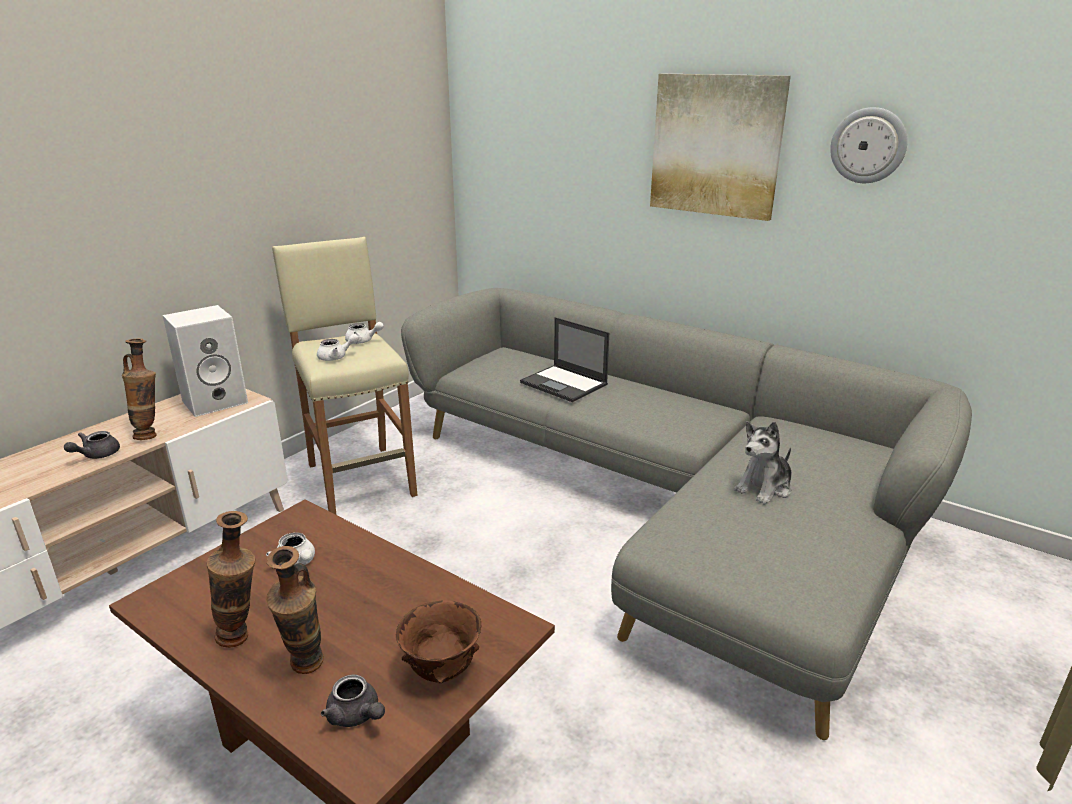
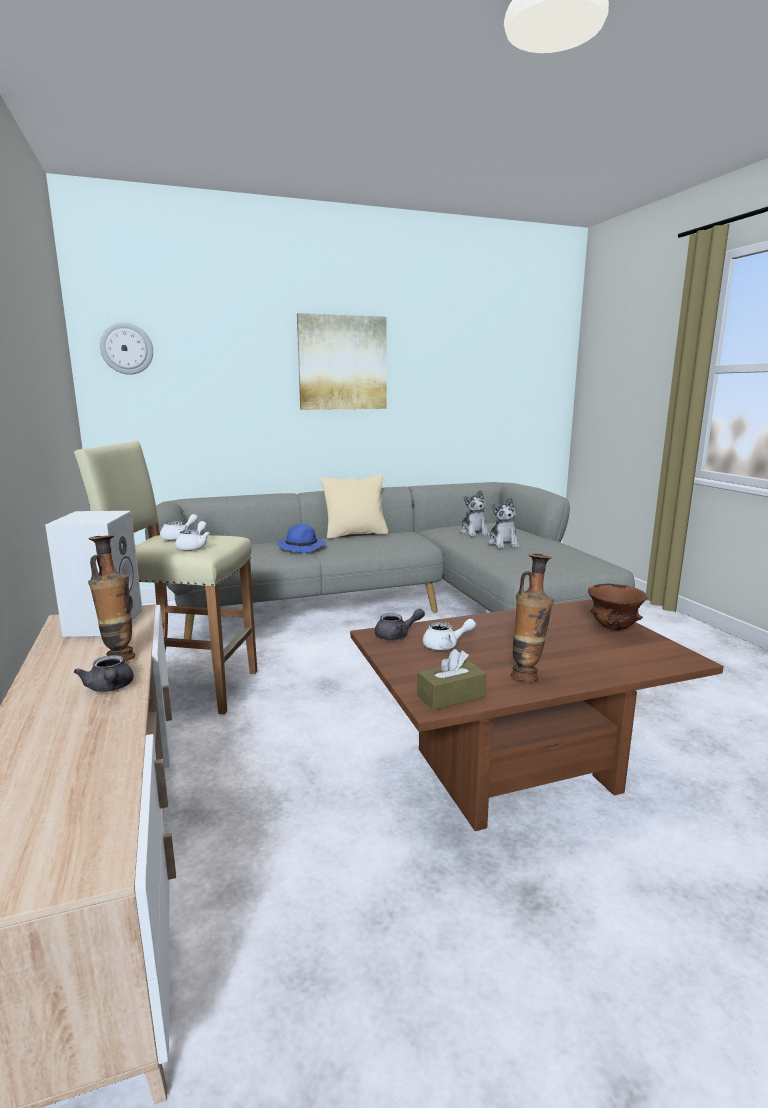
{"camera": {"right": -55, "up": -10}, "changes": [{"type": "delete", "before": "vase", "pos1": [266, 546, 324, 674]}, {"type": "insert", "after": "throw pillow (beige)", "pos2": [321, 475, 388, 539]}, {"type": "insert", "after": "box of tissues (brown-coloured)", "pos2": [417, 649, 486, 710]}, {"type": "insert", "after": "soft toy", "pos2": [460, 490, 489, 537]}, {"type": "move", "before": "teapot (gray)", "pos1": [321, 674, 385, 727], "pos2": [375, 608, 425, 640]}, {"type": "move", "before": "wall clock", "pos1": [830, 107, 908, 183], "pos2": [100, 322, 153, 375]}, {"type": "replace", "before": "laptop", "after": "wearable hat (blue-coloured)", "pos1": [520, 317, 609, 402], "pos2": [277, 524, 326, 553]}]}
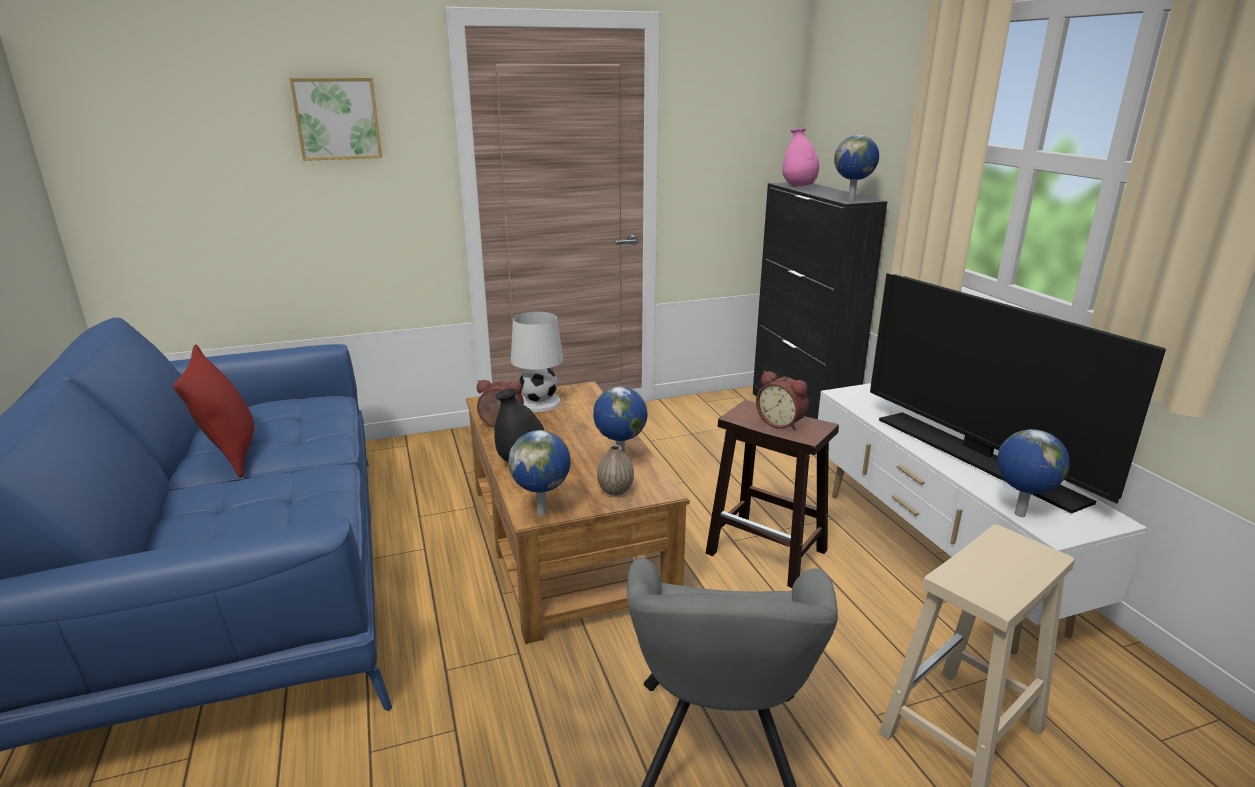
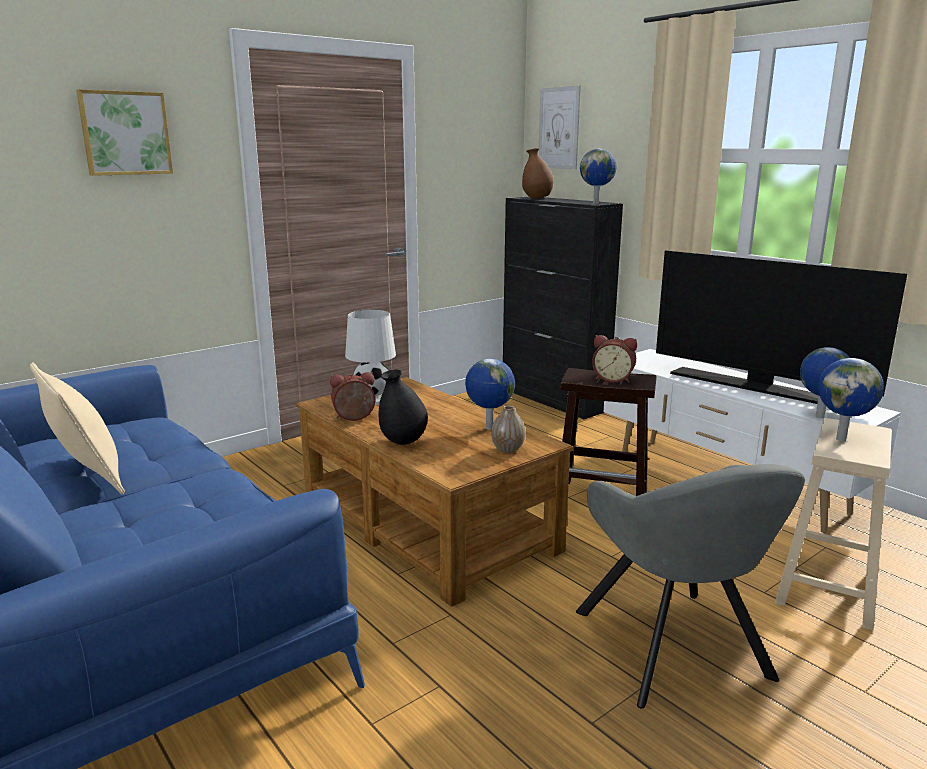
{"camera": {"right": -20, "up": -5}, "changes": [{"type": "insert", "after": "wall art", "pos2": [538, 86, 581, 169]}, {"type": "move", "before": "globe", "pos1": [508, 430, 570, 515], "pos2": [818, 358, 884, 441]}, {"type": "recolor", "before": "throw pillow (red-coloured)", "after": "throw pillow (beige)", "pos1": [173, 344, 255, 478], "pos2": [30, 362, 125, 495]}, {"type": "recolor", "before": "vase (pink-coloured)", "after": "vase (brown-coloured)", "pos1": [782, 128, 819, 187], "pos2": [522, 148, 553, 199]}]}
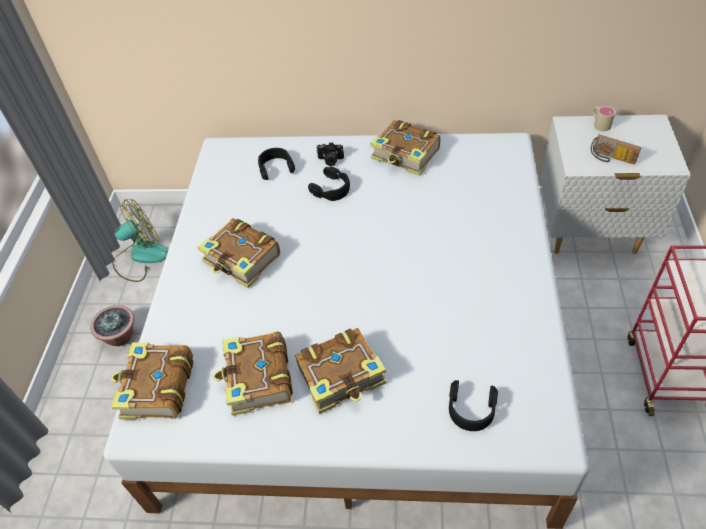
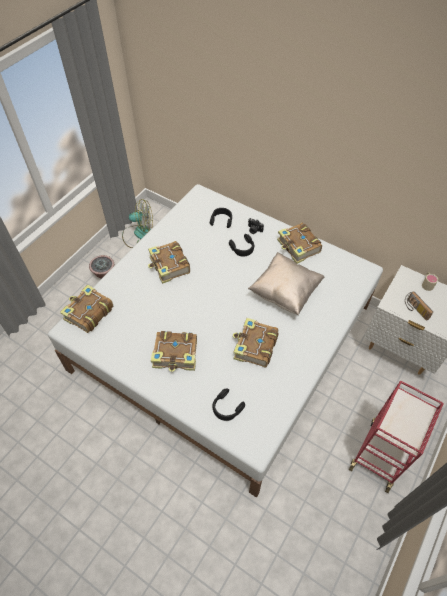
{"camera": {"right": 25, "up": 5}, "changes": [{"type": "insert", "after": "throw pillow (beige)", "pos2": [248, 252, 325, 315]}, {"type": "move", "before": "book", "pos1": [213, 331, 293, 416], "pos2": [233, 318, 278, 367]}]}
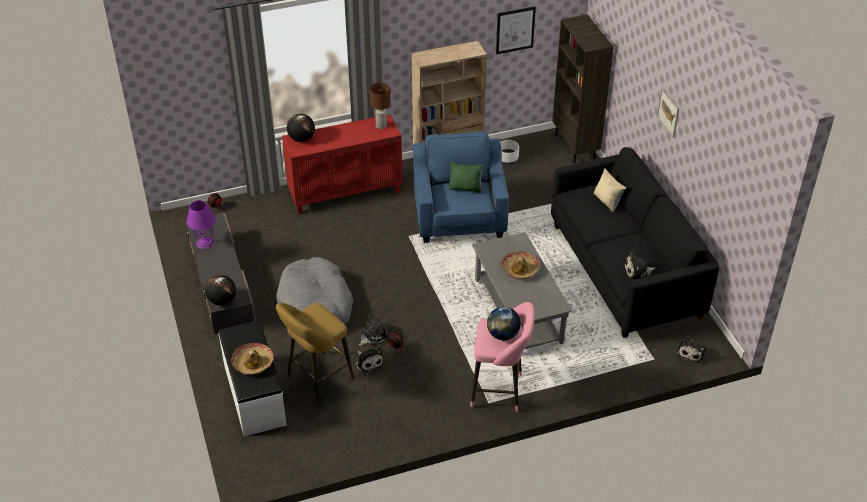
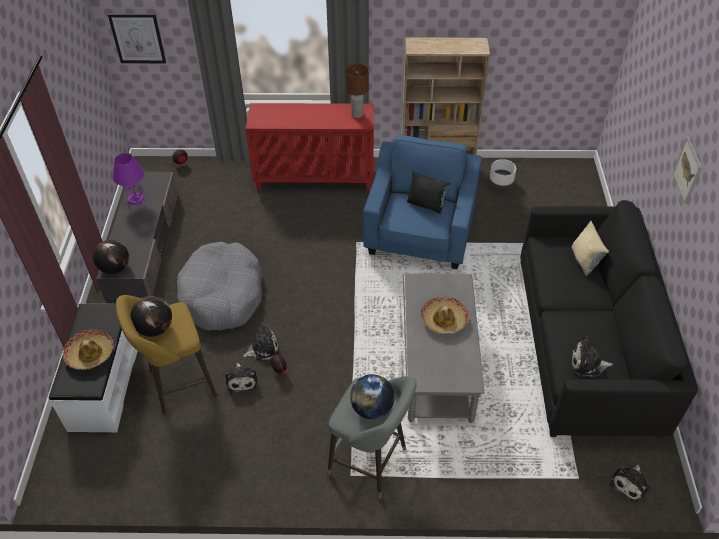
{"camera": {"right": 20, "up": 5}, "changes": [{"type": "delete", "before": "bookcase (brown-coloured)", "pos1": [552, 14, 613, 163]}, {"type": "move", "before": "globe", "pos1": [287, 114, 315, 142], "pos2": [130, 296, 172, 337]}, {"type": "move", "before": "wall art", "pos1": [496, 6, 536, 54], "pos2": [108, 13, 166, 63]}, {"type": "recolor", "before": "throw pillow (green)", "after": "throw pillow (black)", "pos1": [449, 162, 484, 193], "pos2": [407, 171, 450, 214]}, {"type": "recolor", "before": "stool (pink-coloured)", "after": "stool (gray)", "pos1": [470, 302, 535, 412], "pos2": [327, 376, 417, 499]}]}
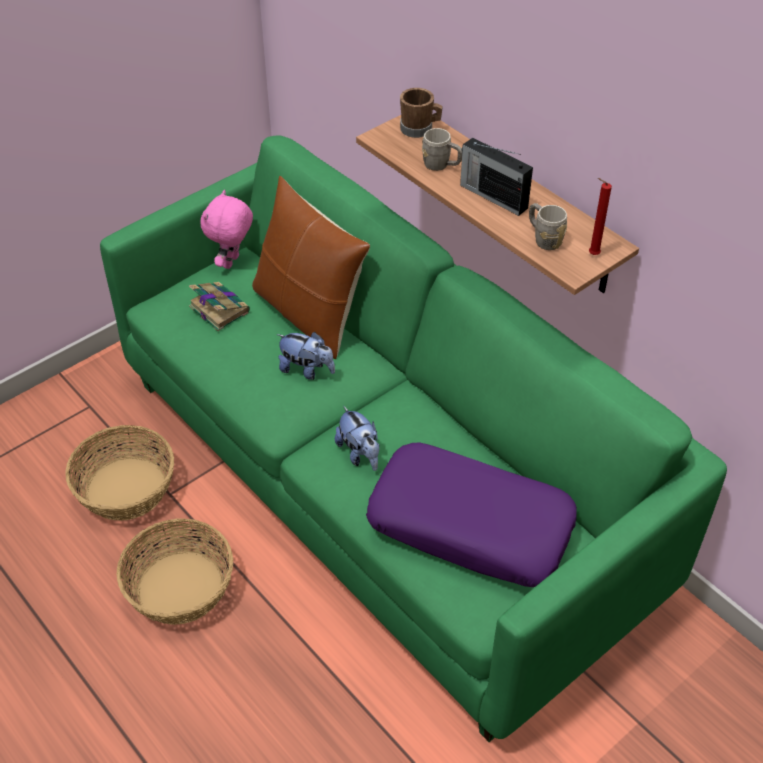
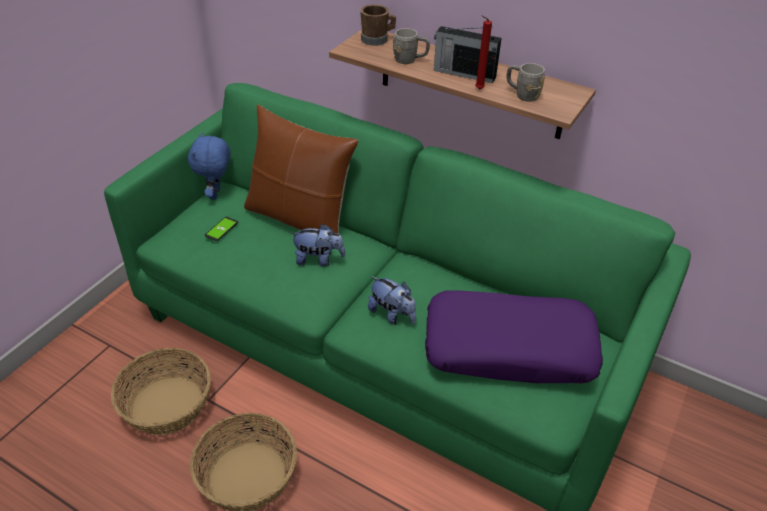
{"camera": {"right": -20, "up": -5}, "changes": [{"type": "move", "before": "candle (red-coloured)", "pos1": [589, 178, 612, 255], "pos2": [475, 15, 492, 90]}, {"type": "replace", "before": "book", "after": "phone", "pos1": [189, 282, 250, 331], "pos2": [205, 217, 238, 241]}, {"type": "recolor", "before": "soft toy (pink-coloured)", "after": "soft toy (blue-coloured)", "pos1": [200, 190, 253, 269], "pos2": [188, 132, 231, 200]}]}
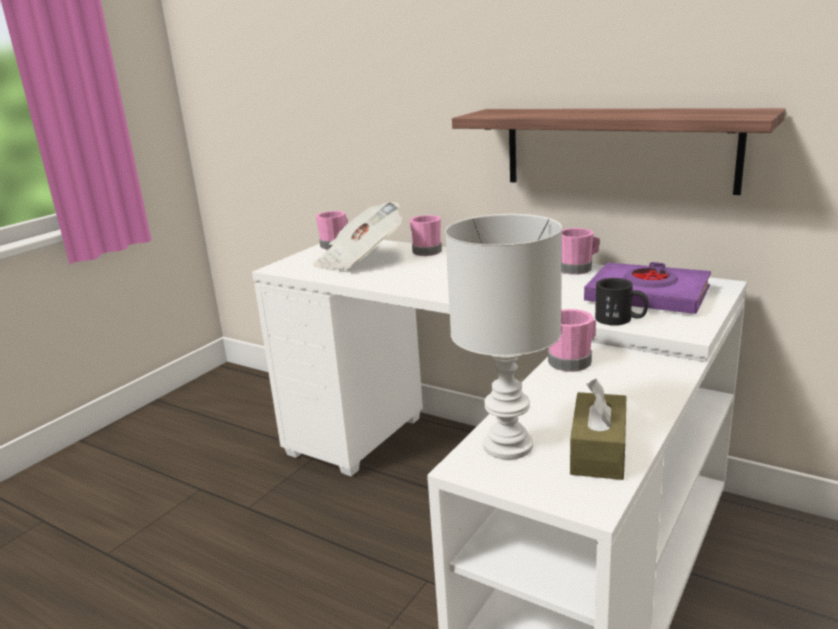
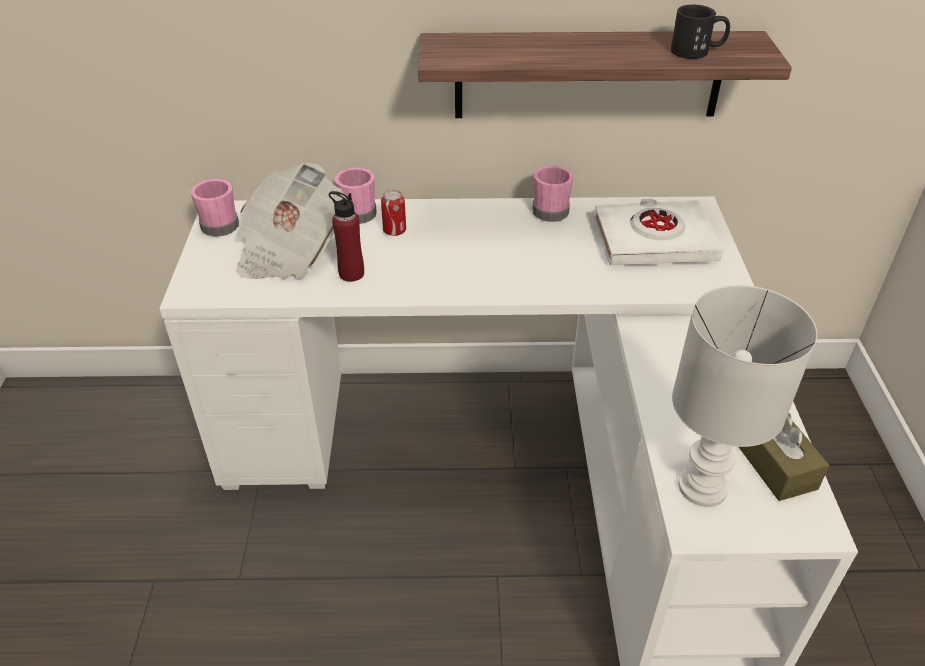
{"camera": {"right": -35, "up": 20}, "changes": [{"type": "delete", "before": "mug (pink-coloured)", "pos1": [548, 309, 596, 372]}, {"type": "insert", "after": "bottle (red-coloured)", "pos2": [329, 191, 364, 282]}, {"type": "insert", "after": "metal can", "pos2": [381, 189, 406, 236]}, {"type": "move", "before": "mug (black)", "pos1": [595, 278, 648, 325], "pos2": [671, 5, 730, 59]}, {"type": "recolor", "before": "book (purple)", "after": "book (whitish)", "pos1": [584, 262, 711, 314], "pos2": [594, 199, 724, 266]}]}
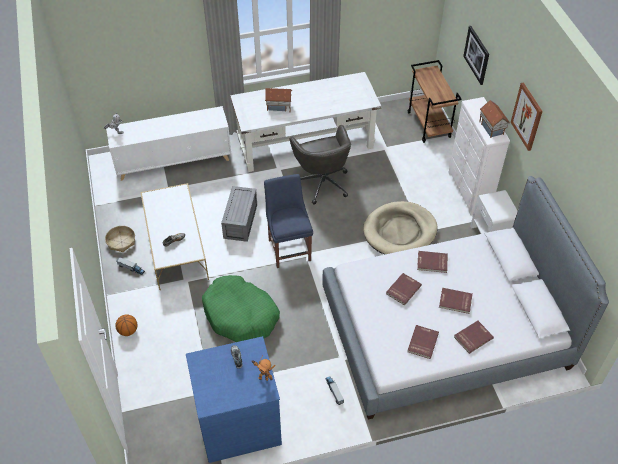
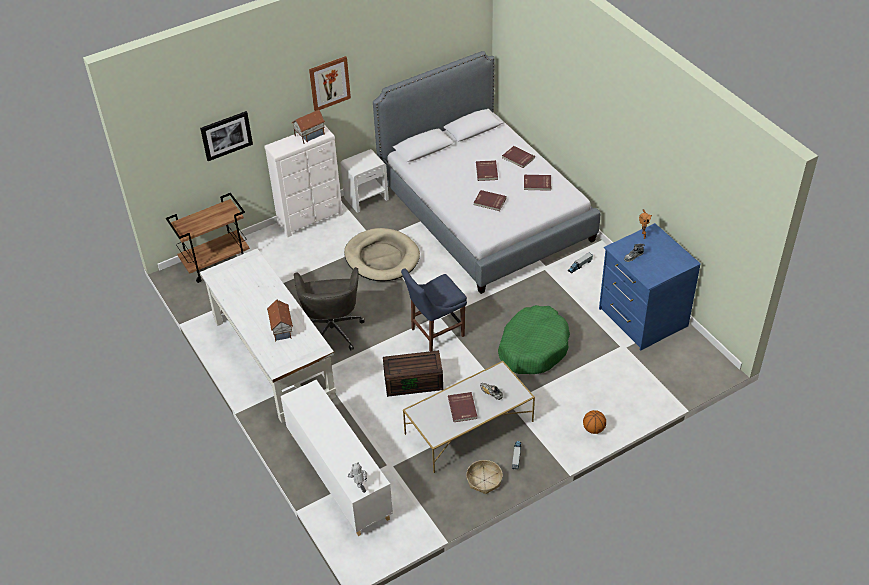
{"camera": {"right": -105, "up": -5}, "changes": [{"type": "move", "before": "book (red-coloured)", "pos1": [417, 251, 448, 273], "pos2": [448, 392, 477, 422]}, {"type": "recolor", "before": "storage container (gray)", "after": "storage container (brown-coloured)", "pos1": [221, 186, 257, 242], "pos2": [383, 350, 443, 397]}, {"type": "rotate", "before": "office chair (gray)", "pos1": [290, 125, 351, 205], "pos2": [294, 267, 365, 350], "turn": 120}]}
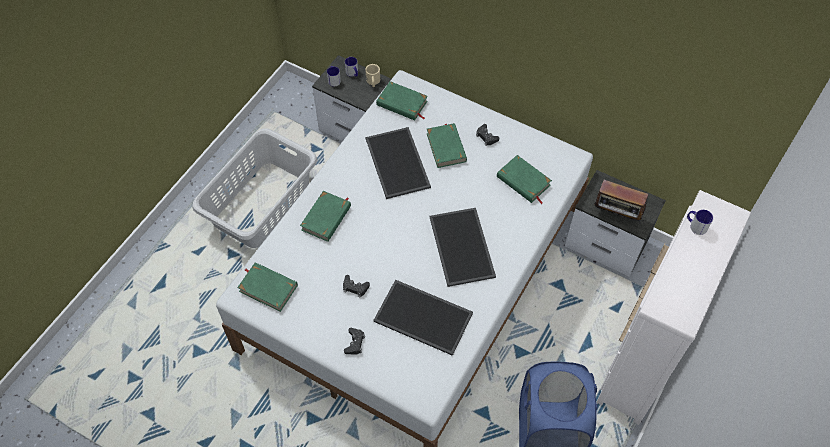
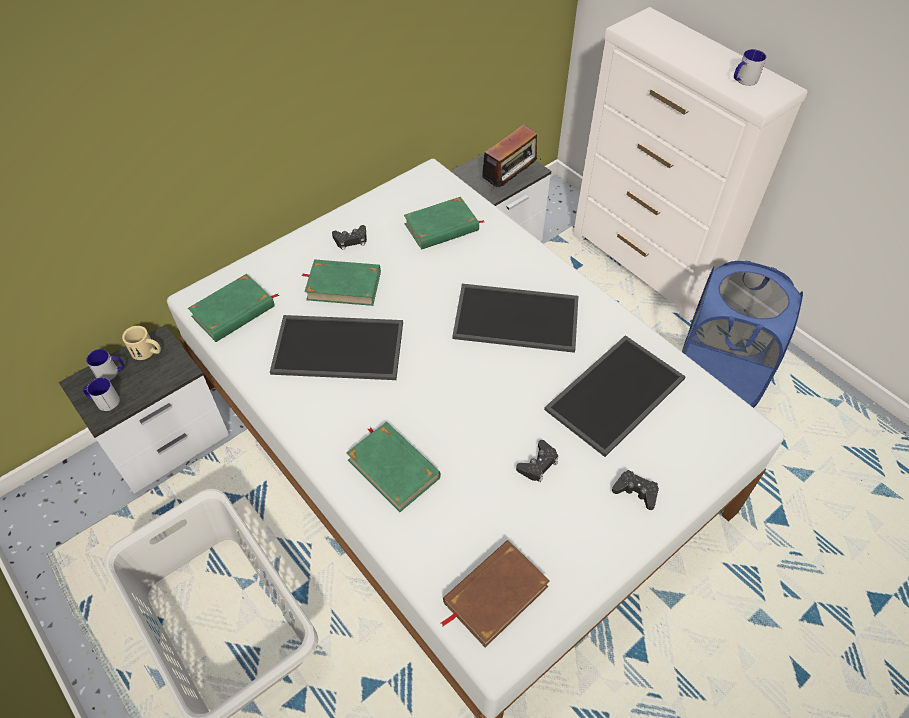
{"camera": {"right": -70, "up": -5}, "changes": [{"type": "move", "before": "mug", "pos1": [687, 210, 713, 235], "pos2": [734, 49, 766, 86]}, {"type": "recolor", "before": "book (green)", "after": "book (brown-coloured)", "pos1": [237, 262, 298, 312], "pos2": [441, 540, 550, 647]}]}
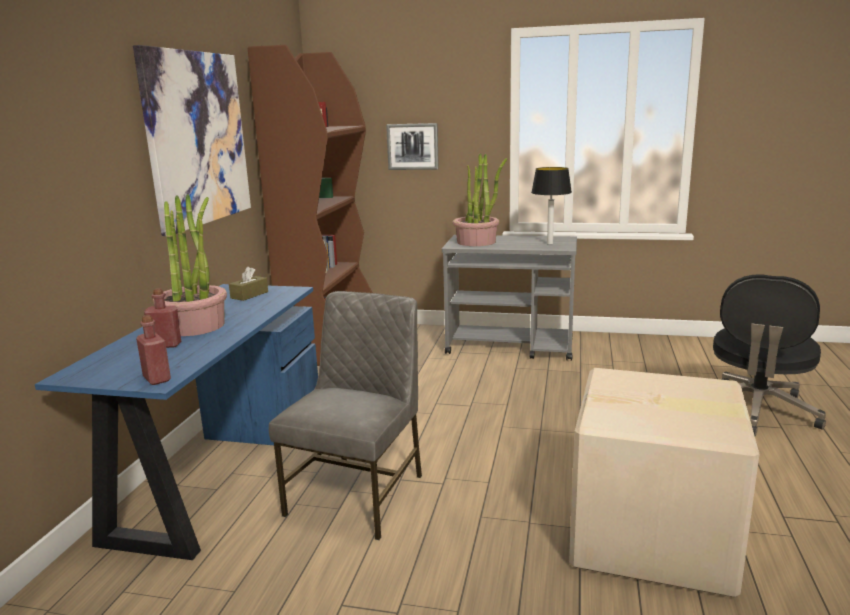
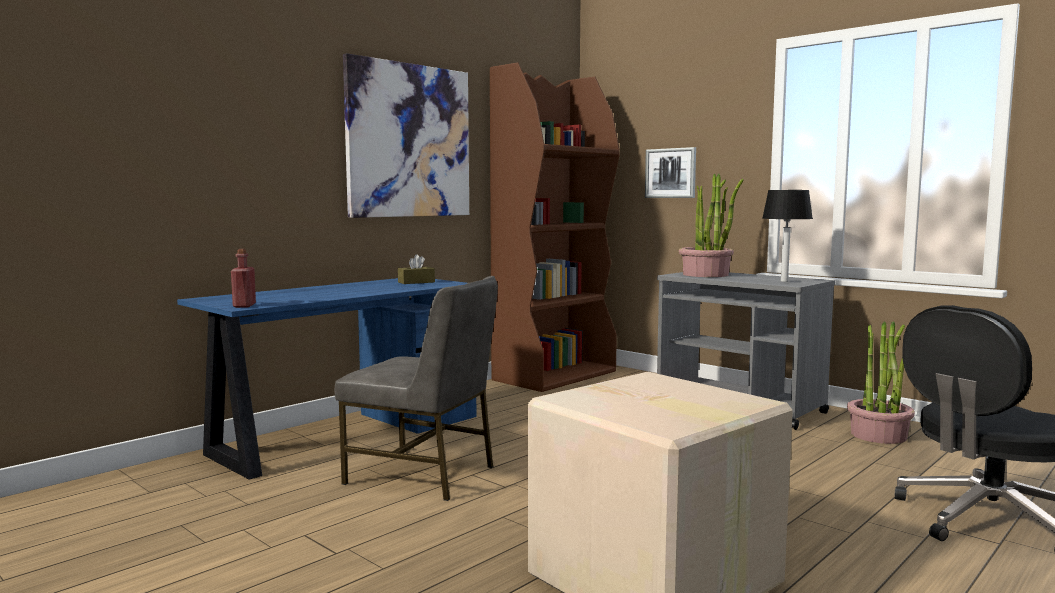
{"camera": {"right": 30, "up": -10}, "changes": [{"type": "delete", "before": "bottle (red-coloured)", "pos1": [144, 288, 181, 348]}, {"type": "move", "before": "plant in a pot", "pos1": [153, 194, 227, 336], "pos2": [847, 321, 915, 444]}, {"type": "rotate", "before": "chair (gray)", "pos1": [269, 291, 422, 540], "pos2": [334, 276, 498, 501], "turn": 60}]}
